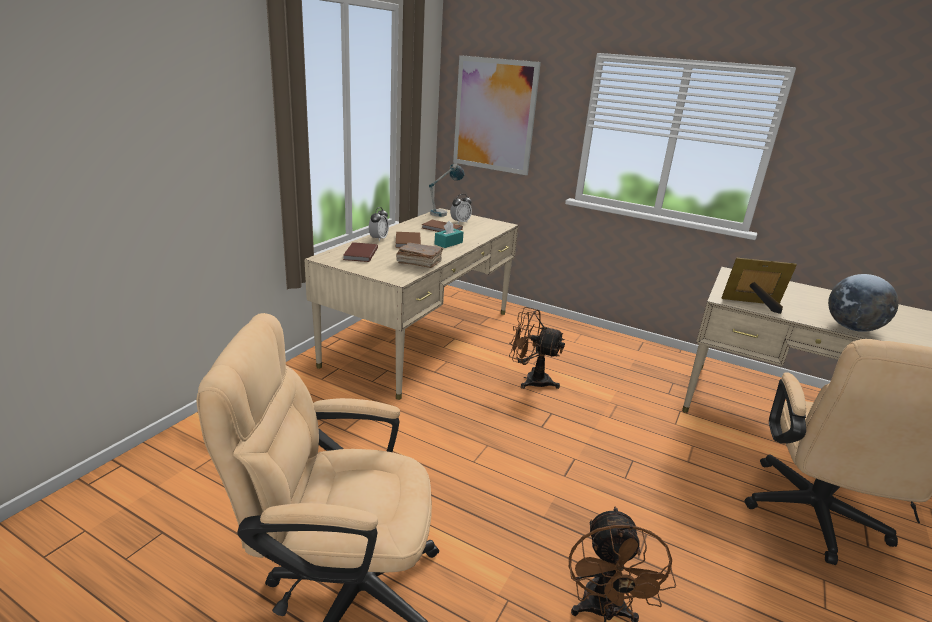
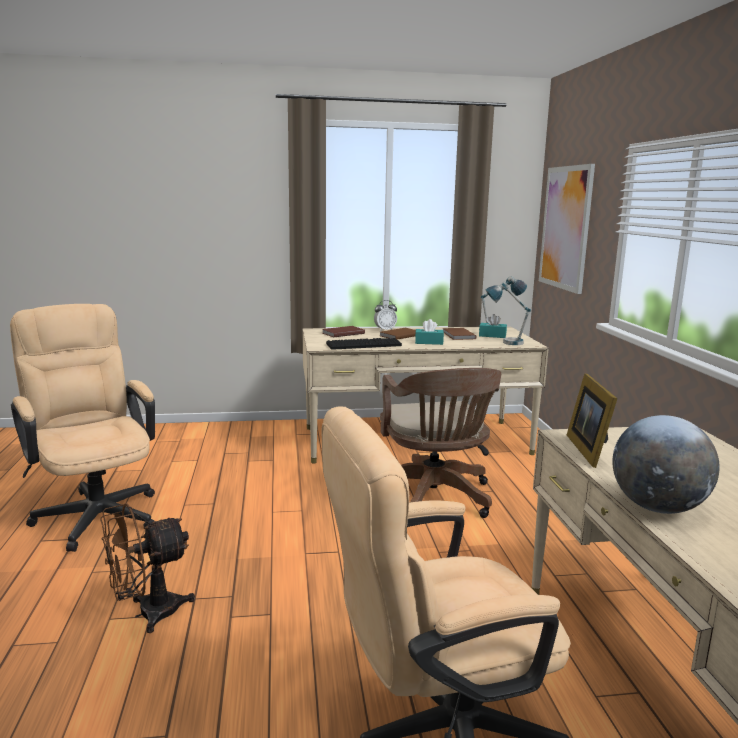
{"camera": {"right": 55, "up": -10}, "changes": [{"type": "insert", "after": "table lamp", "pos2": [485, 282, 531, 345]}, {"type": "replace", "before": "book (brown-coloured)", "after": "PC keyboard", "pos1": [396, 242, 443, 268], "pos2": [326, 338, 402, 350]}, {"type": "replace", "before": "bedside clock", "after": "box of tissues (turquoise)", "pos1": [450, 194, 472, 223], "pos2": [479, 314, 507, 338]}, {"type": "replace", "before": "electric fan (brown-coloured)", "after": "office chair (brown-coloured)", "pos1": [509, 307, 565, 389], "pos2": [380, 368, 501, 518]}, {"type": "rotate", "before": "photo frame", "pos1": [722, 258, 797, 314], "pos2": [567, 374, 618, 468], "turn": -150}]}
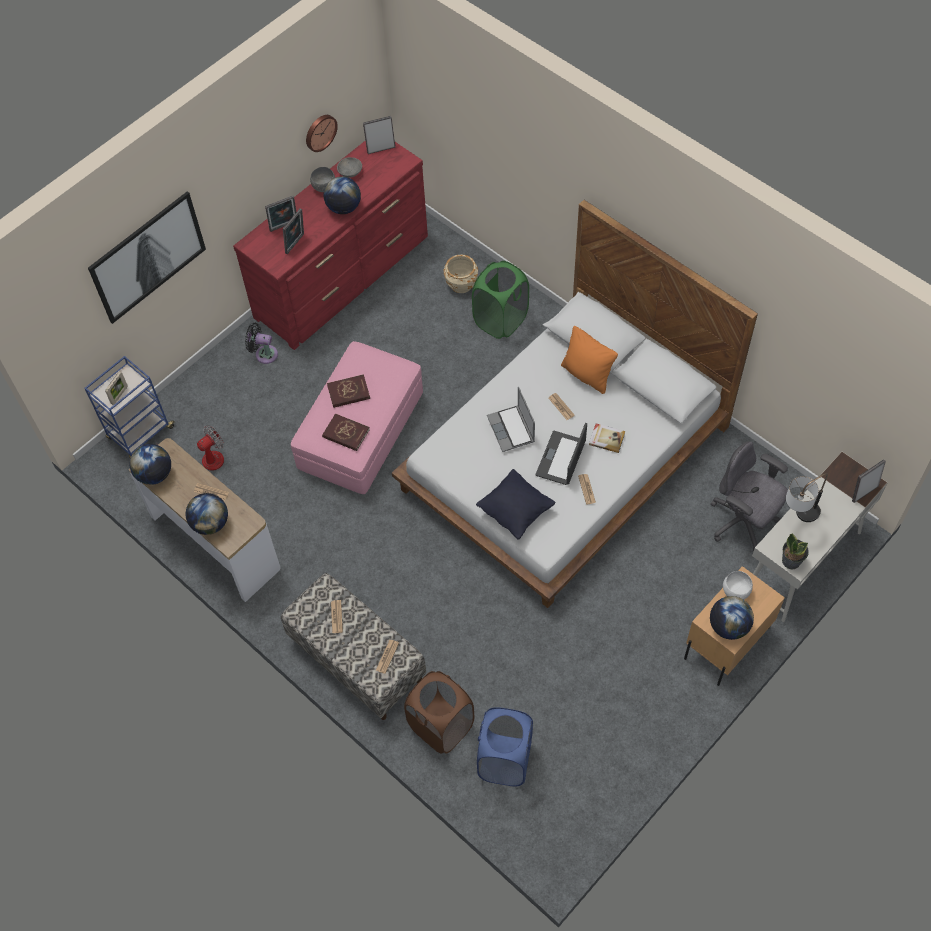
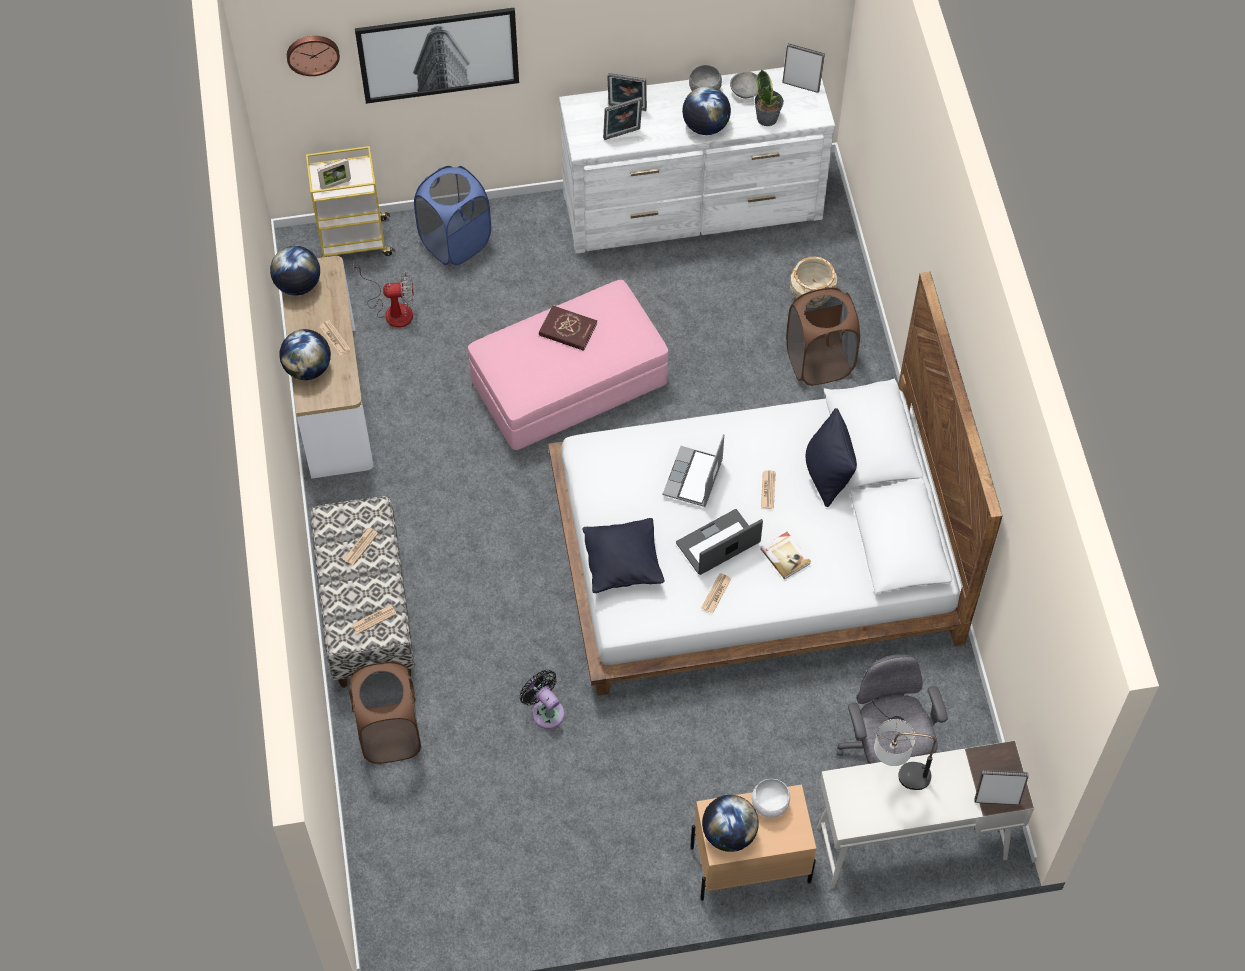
{"camera": {"right": 35, "up": 0}, "changes": [{"type": "delete", "before": "book (red-coloured)", "pos1": [322, 413, 370, 451]}, {"type": "move", "before": "electric fan (black)", "pos1": [245, 323, 278, 364], "pos2": [519, 670, 565, 729]}, {"type": "move", "before": "wall clock", "pos1": [306, 115, 338, 152], "pos2": [287, 36, 340, 76]}, {"type": "move", "before": "washing basket (blue-coloured)", "pos1": [477, 707, 533, 787], "pos2": [414, 166, 491, 265]}, {"type": "move", "before": "plant in a pot", "pos1": [782, 534, 809, 570], "pos2": [754, 70, 784, 126]}, {"type": "recolor", "before": "trolley (blue-coloured)", "after": "trolley (yellow-coloured)", "pos1": [84, 356, 176, 458], "pos2": [306, 146, 395, 258]}, {"type": "recolor", "before": "chest of drawers (red-coloured)", "after": "chest of drawers (whitish)", "pos1": [233, 140, 428, 350], "pos2": [559, 67, 835, 254]}, {"type": "recolor", "before": "washing basket (green)", "after": "washing basket (brown-coloured)", "pos1": [472, 261, 529, 339], "pos2": [786, 287, 860, 386]}, {"type": "recolor", "before": "throw pillow (orange)", "after": "throw pillow (black)", "pos1": [561, 326, 618, 394], "pos2": [806, 408, 857, 507]}]}
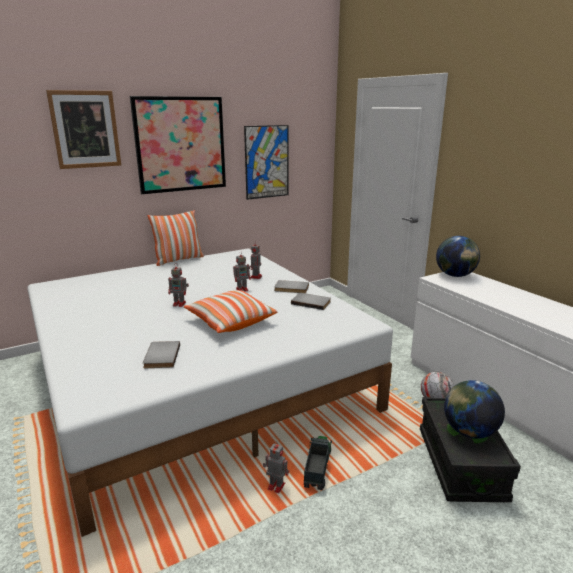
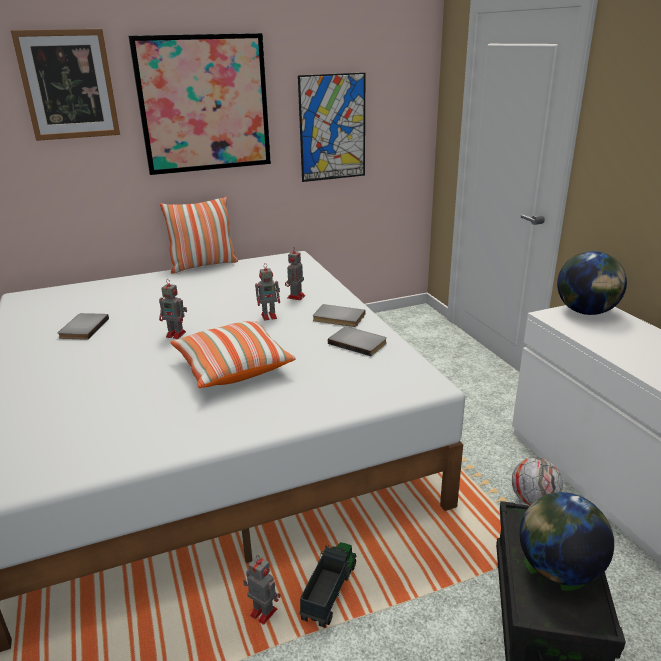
{"camera": {"right": 10, "up": 5}, "changes": [{"type": "move", "before": "book (gray)", "pos1": [143, 341, 180, 368], "pos2": [58, 313, 109, 340]}]}
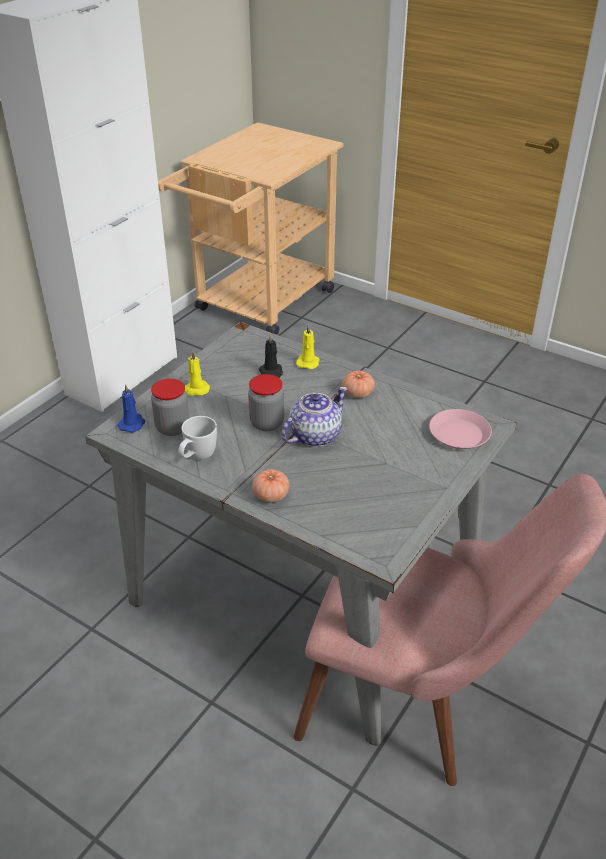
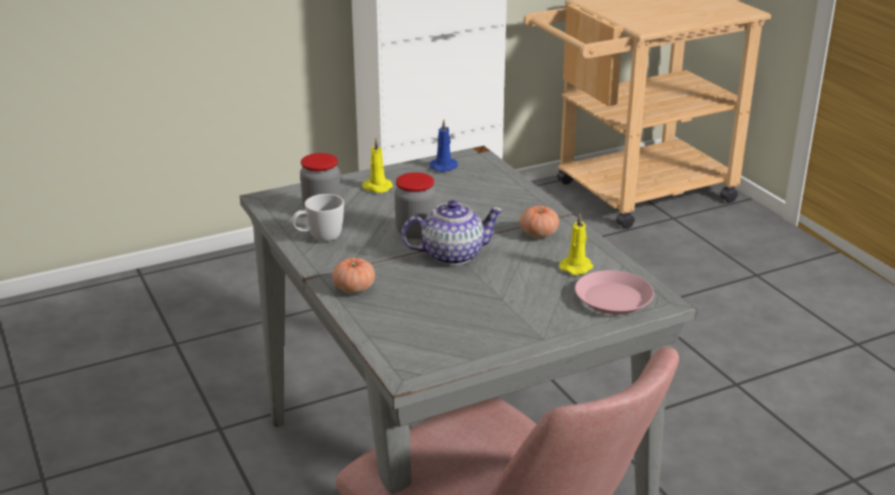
{"camera": {"right": 30, "up": -10}, "changes": [{"type": "delete", "before": "candle (black)", "pos1": [258, 334, 283, 378]}, {"type": "move", "before": "candle (blue-coloured)", "pos1": [118, 384, 145, 433], "pos2": [429, 119, 458, 172]}, {"type": "move", "before": "candle (yellow-coloured)", "pos1": [296, 324, 319, 369], "pos2": [559, 214, 593, 275]}]}
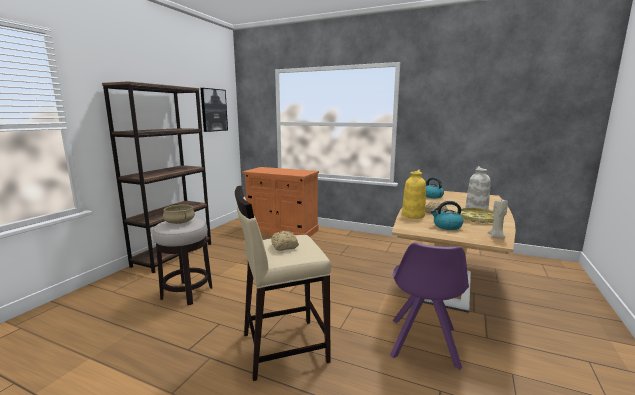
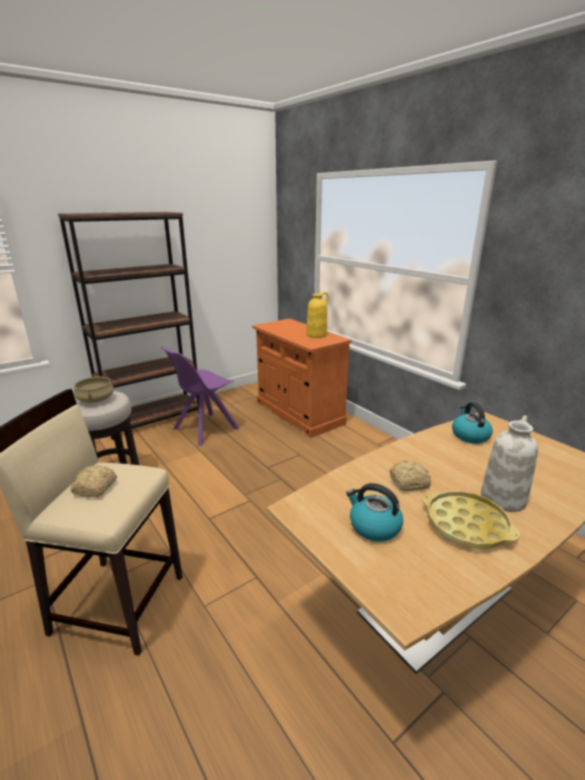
{"camera": {"right": 30, "up": 10}, "changes": [{"type": "delete", "before": "wall art", "pos1": [200, 88, 228, 132]}, {"type": "delete", "before": "candle (beige)", "pos1": [488, 198, 508, 239]}, {"type": "move", "before": "chair (purple)", "pos1": [390, 243, 469, 370], "pos2": [161, 346, 240, 446]}, {"type": "move", "before": "vase (yellow-coloured)", "pos1": [402, 170, 426, 219], "pos2": [306, 292, 328, 338]}]}
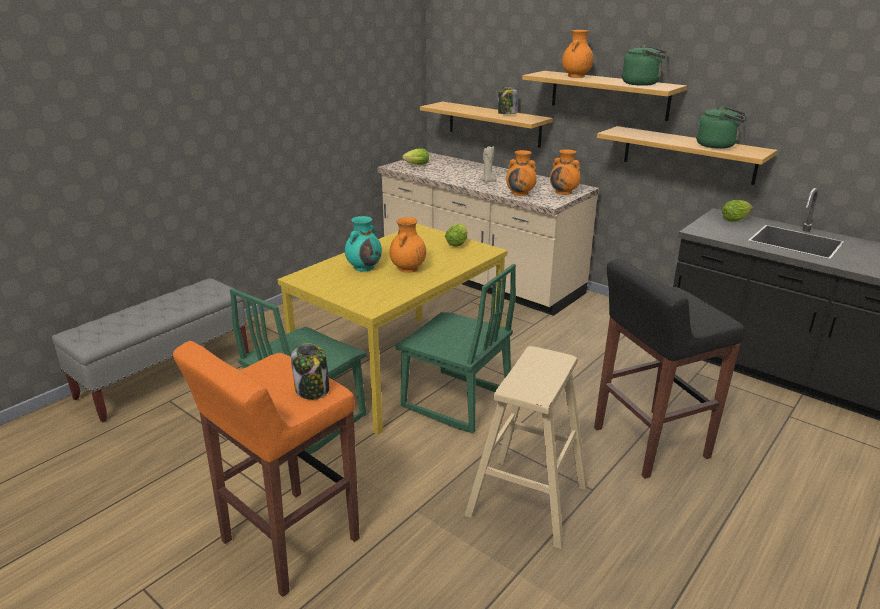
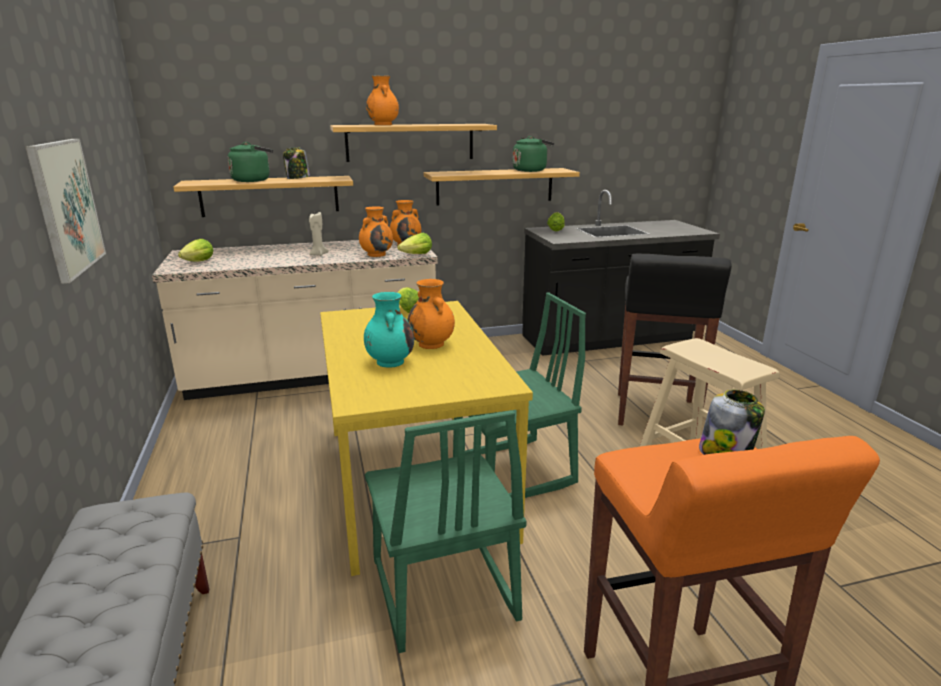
{"camera": {"right": -55, "up": -5}, "changes": [{"type": "insert", "after": "wall art", "pos2": [26, 139, 106, 284]}, {"type": "insert", "after": "head of lettuce", "pos2": [397, 233, 432, 254]}, {"type": "move", "before": "tea kettle (green)", "pos1": [622, 45, 667, 86], "pos2": [228, 142, 273, 182]}]}
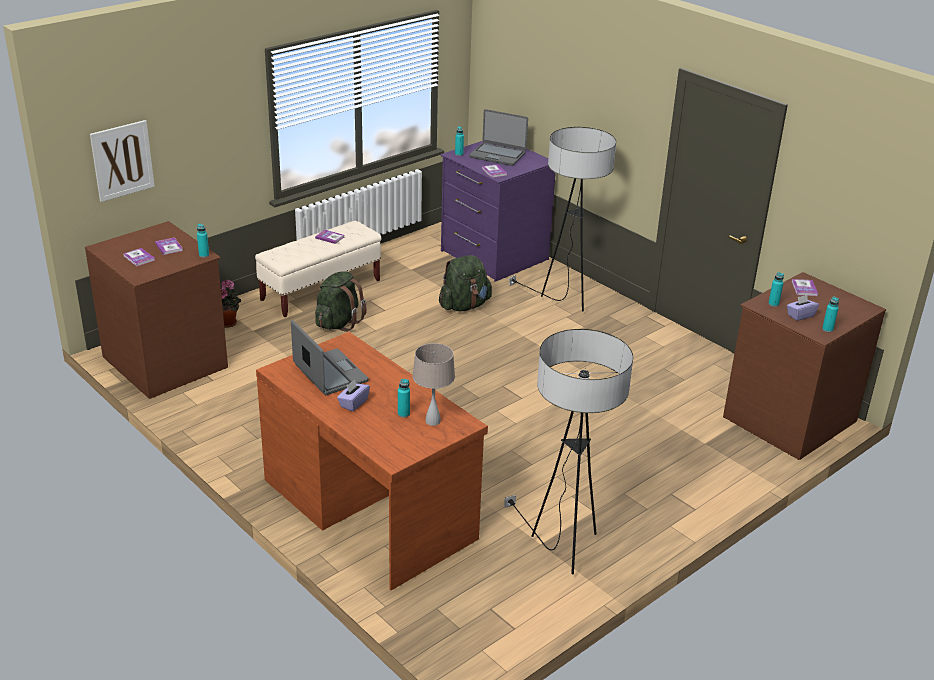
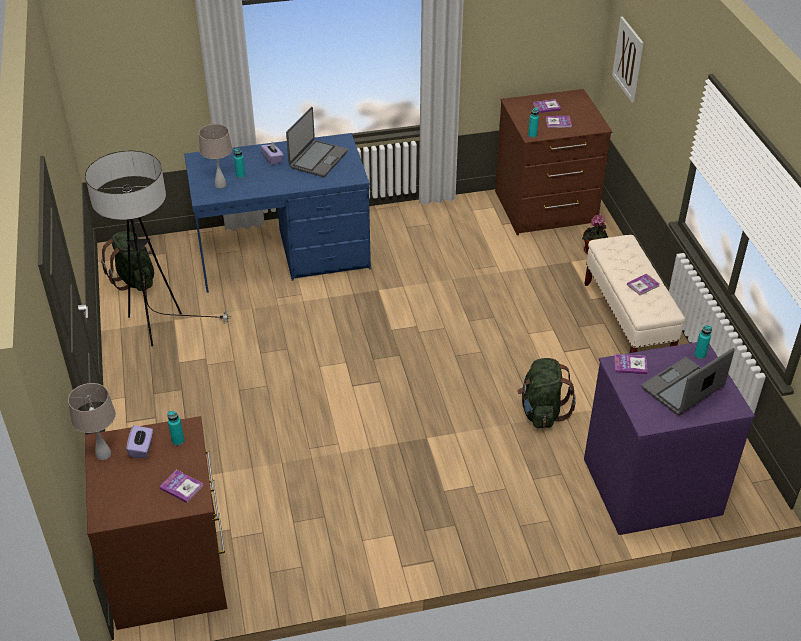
{"camera": {"right": 120, "up": 10}, "changes": [{"type": "delete", "before": "floor lamp", "pos1": [508, 127, 616, 311]}, {"type": "move", "before": "knapsack (green)", "pos1": [315, 271, 367, 332], "pos2": [101, 231, 154, 291]}, {"type": "replace", "before": "bottle (turquoise)", "after": "table lamp (beige)", "pos1": [822, 297, 839, 332], "pos2": [68, 383, 116, 460]}, {"type": "recolor", "before": "desk unit (brown-coloured)", "after": "desk unit (blue-coloured)", "pos1": [256, 332, 488, 590], "pos2": [184, 133, 371, 293]}, {"type": "rotate", "before": "laptop", "pos1": [291, 320, 369, 395], "pos2": [286, 107, 348, 177], "turn": -60}]}
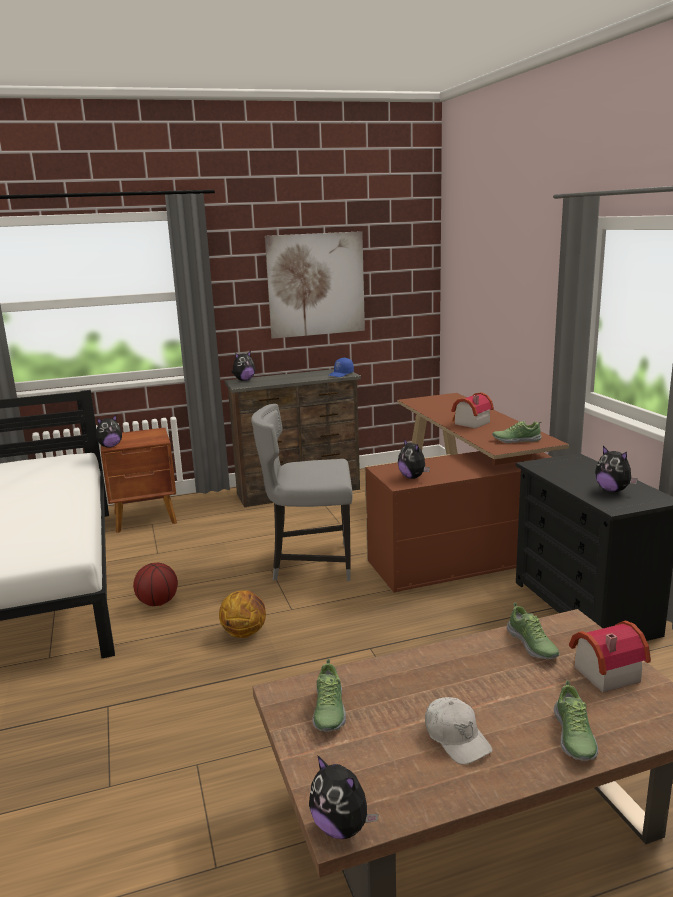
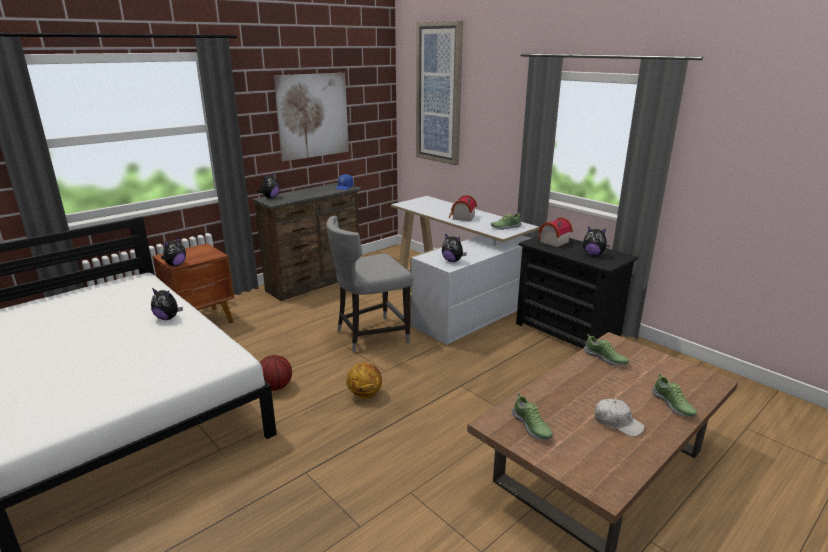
{"camera": {"right": -25, "up": 5}, "changes": [{"type": "insert", "after": "wall art", "pos2": [416, 21, 463, 165]}, {"type": "move", "before": "soft toy", "pos1": [309, 755, 379, 839], "pos2": [151, 288, 183, 320]}, {"type": "move", "before": "miniature house", "pos1": [569, 620, 651, 693], "pos2": [538, 218, 573, 247]}, {"type": "recolor", "before": "desk unit (brown-coloured)", "after": "desk unit (whitish)", "pos1": [365, 393, 569, 593], "pos2": [391, 196, 539, 345]}]}
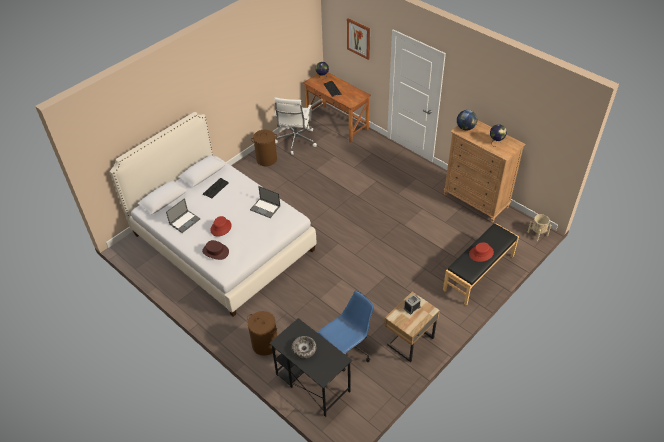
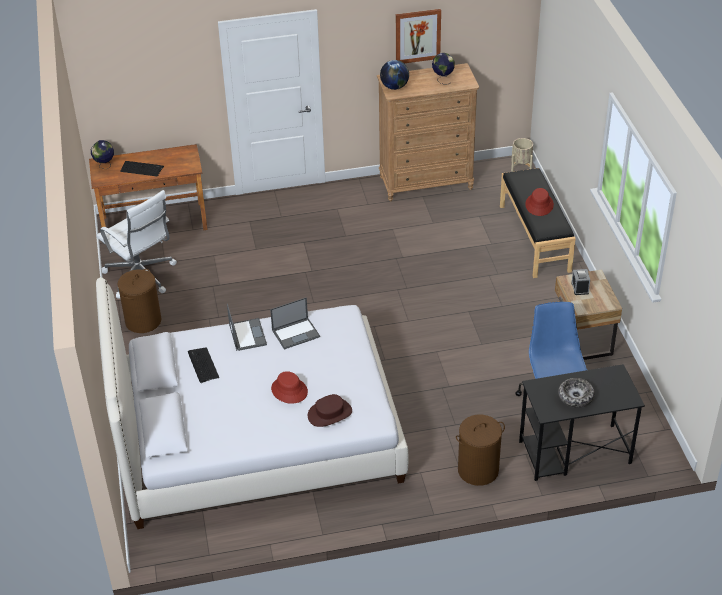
{"camera": {"right": -55, "up": -5}, "changes": [{"type": "move", "before": "laptop", "pos1": [166, 198, 200, 233], "pos2": [227, 304, 267, 351]}, {"type": "move", "before": "wall art", "pos1": [347, 18, 370, 60], "pos2": [396, 9, 441, 63]}]}
